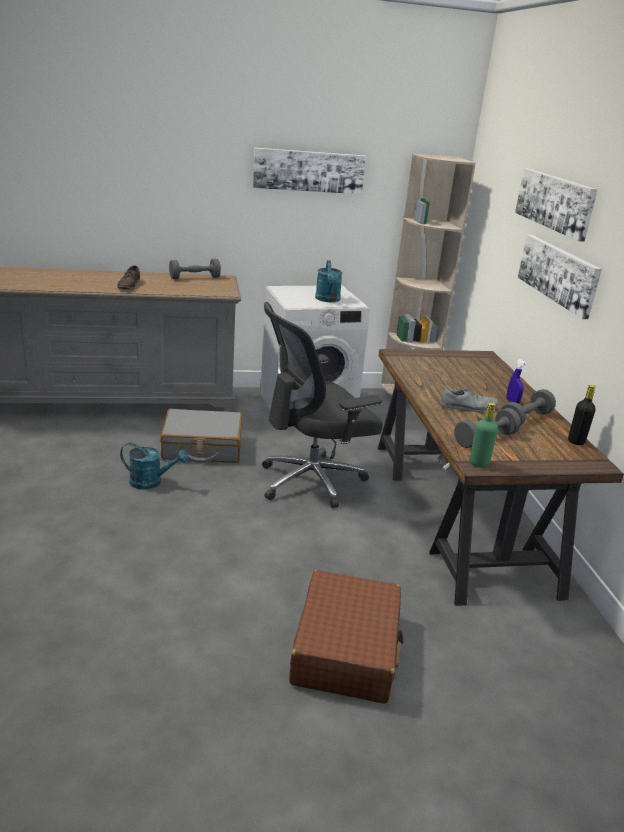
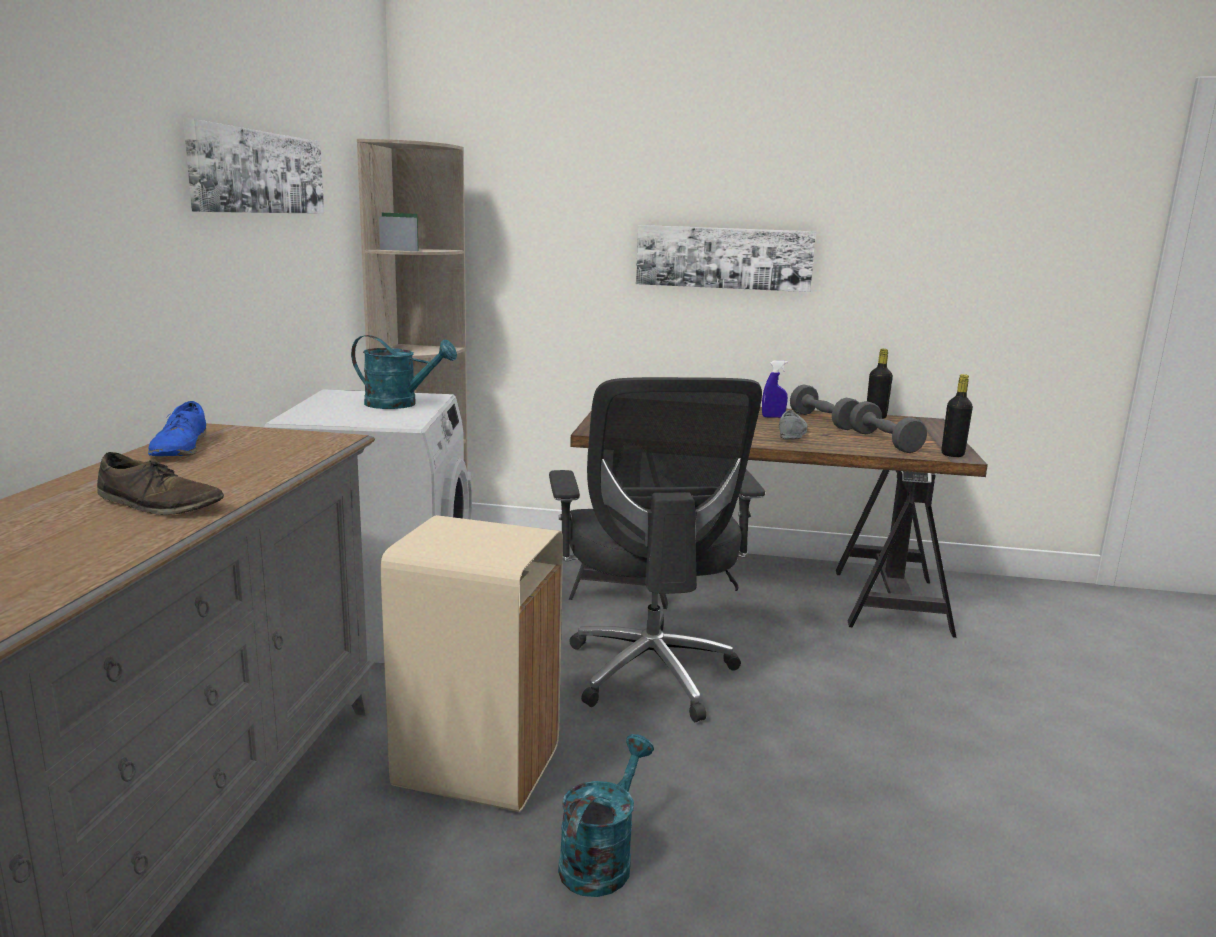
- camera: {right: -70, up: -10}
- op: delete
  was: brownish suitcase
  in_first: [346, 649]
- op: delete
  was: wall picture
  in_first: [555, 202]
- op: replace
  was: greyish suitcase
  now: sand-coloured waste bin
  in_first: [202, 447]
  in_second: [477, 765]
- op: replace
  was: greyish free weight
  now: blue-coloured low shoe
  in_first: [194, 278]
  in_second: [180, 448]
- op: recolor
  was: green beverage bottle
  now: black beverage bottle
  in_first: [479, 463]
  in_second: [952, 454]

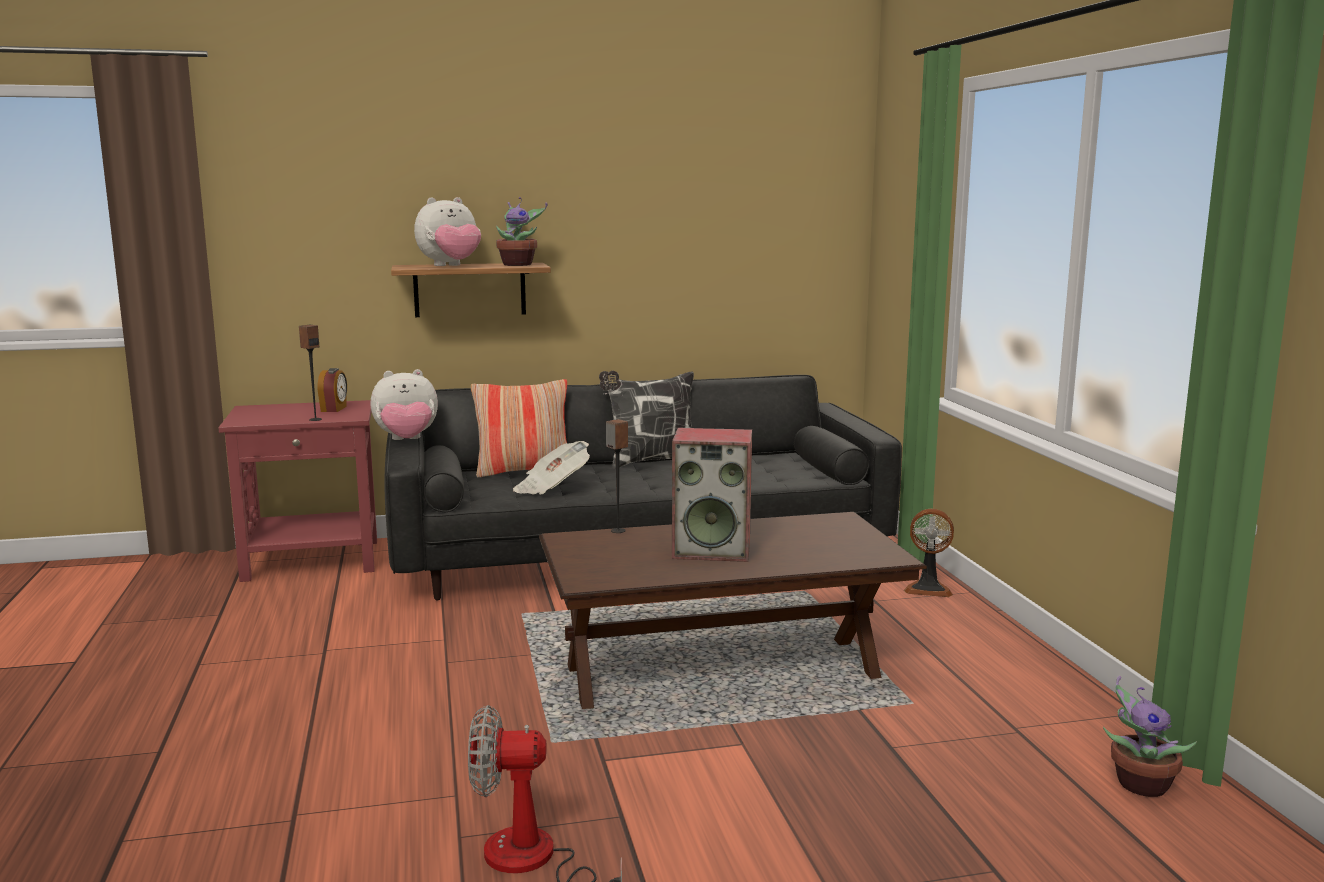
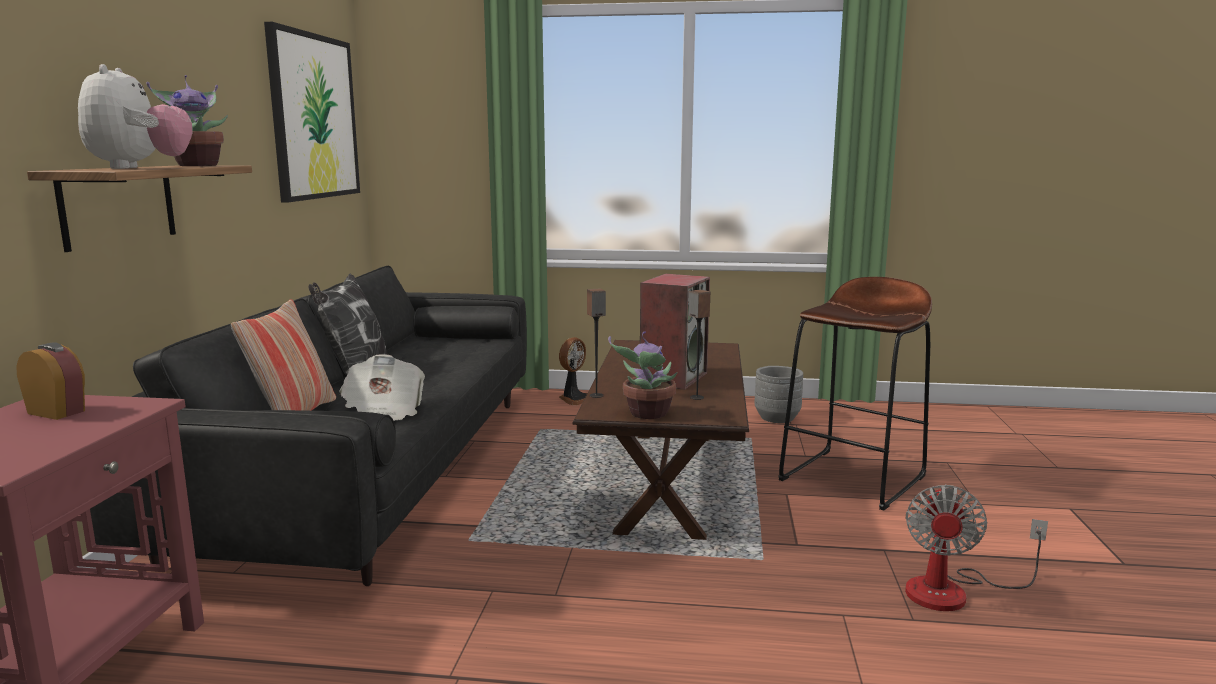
- camera: {right: -70, up: 0}
- op: delete
  was: cuddly toy
  in_first: [406, 440]
- op: insert
  now: wall picture
  in_second: [314, 117]
- op: insert
  now: greyish flower pot
  in_second: [777, 418]
- op: insert
  now: brownish stool
  in_second: [853, 478]
- op: move
  was: loudspeaker
  in_first: [315, 419]
  in_second: [696, 397]
- op: move
  was: potted plant
  in_first: [1138, 784]
  in_second: [647, 414]

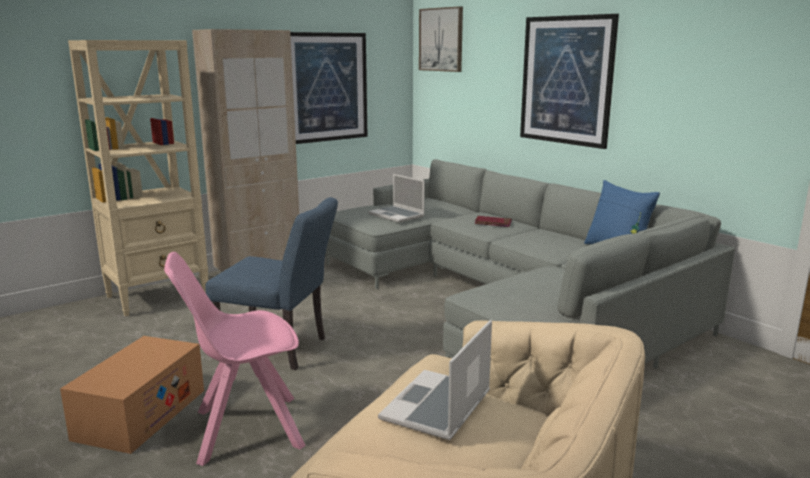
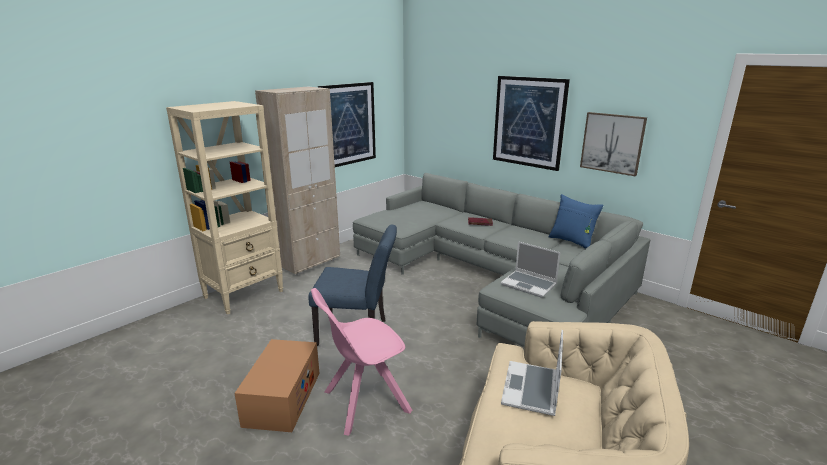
- camera: {right: -10, up: 5}
- op: move
  was: laptop
  in_first: [397, 215]
  in_second: [529, 284]
- op: move
  was: wall picture
  in_first: [441, 39]
  in_second: [612, 143]

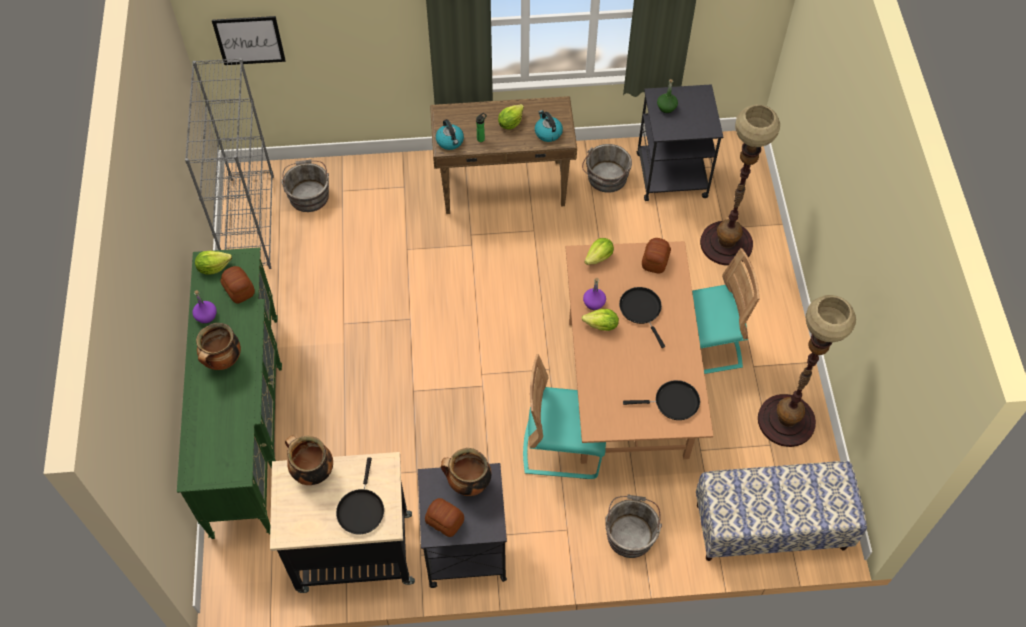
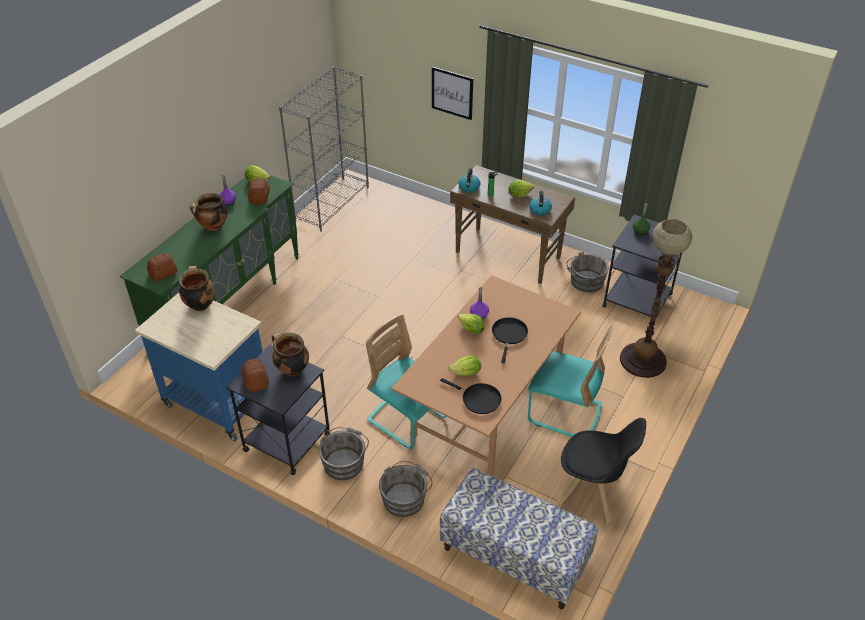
- camera: {right: 35, up: -15}
- op: delete
  was: black pan
  in_first: [361, 509]
- op: move
  was: wall picture
  in_first: [249, 40]
  in_second: [452, 93]
- op: move
  was: greyish pail
  in_first: [308, 194]
  in_second: [344, 462]
- op: move
  was: head of lettuce
  in_first: [599, 257]
  in_second: [466, 373]
- op: move
  was: baked bread
  in_first: [654, 261]
  in_second: [162, 273]
- op: replace
  was: standard lamp
  now: black upright chair
  in_first: [786, 420]
  in_second: [591, 495]
- op: recolor
  was: black trolley
  now: blue-coloured trolley
  in_first: [353, 553]
  in_second: [217, 404]

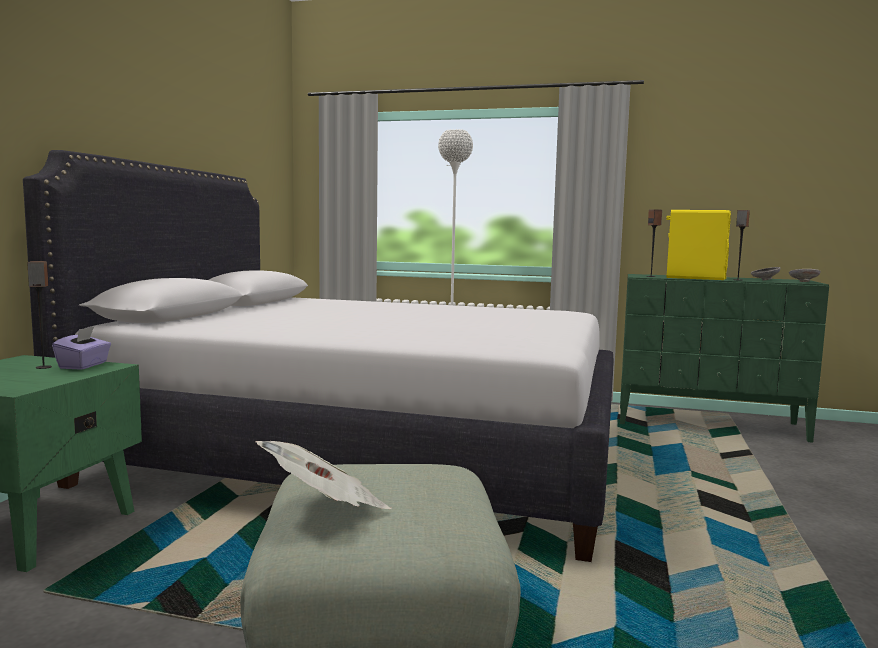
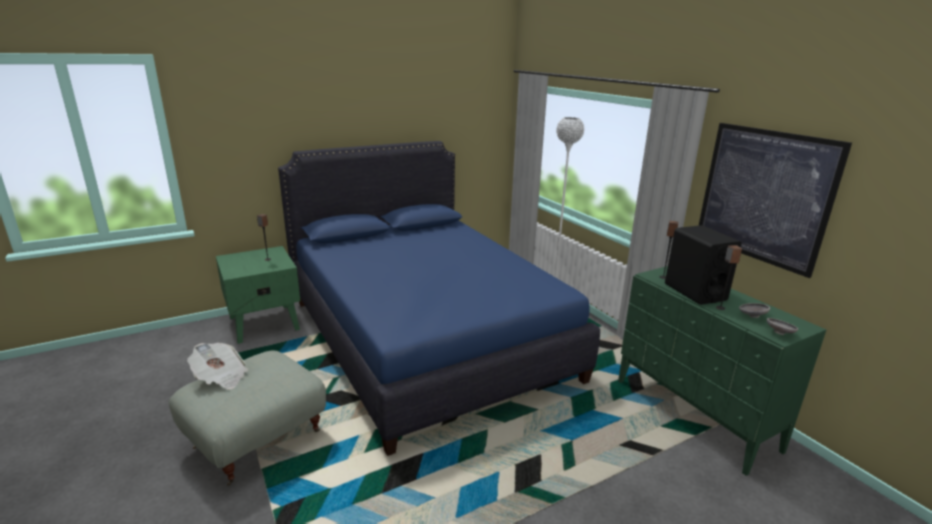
- camera: {right: 45, up: 15}
- op: delete
  was: purple-coloured tissue holder
  in_first: [84, 365]
- op: insert
  now: wall picture
  in_second: [764, 196]
- op: recolor
  was: whitish bedroom bed
  now: blue-coloured bedroom bed
  in_first: [366, 456]
  in_second: [425, 338]
- op: recolor
  was: yellow loudspeaker
  now: black loudspeaker
  in_first: [695, 278]
  in_second: [694, 292]

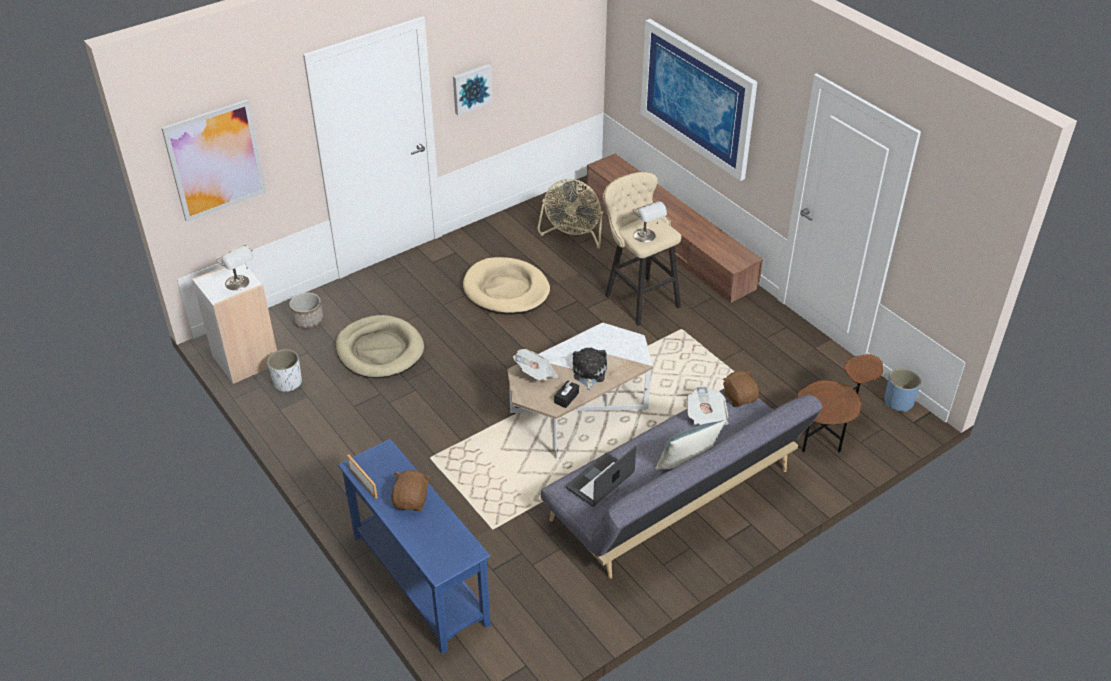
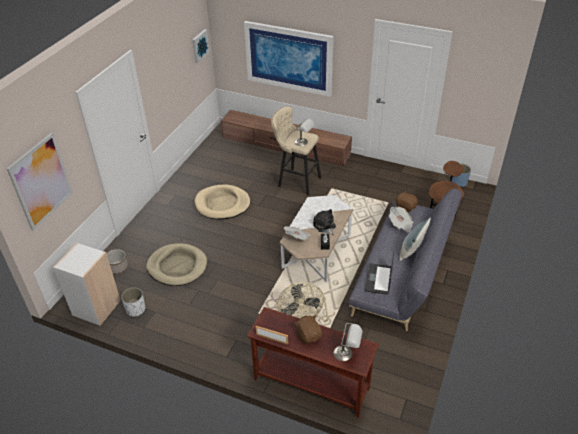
- camera: {right: -30, up: 0}
- op: move
  was: whitish tabletop lamp
  in_first: [240, 284]
  in_second: [347, 353]
- op: move
  was: wall picture
  in_first: [471, 88]
  in_second: [199, 45]
- op: move
  was: sand-coloured cooling fan
  in_first: [571, 234]
  in_second: [297, 318]
- op: recolor
  was: blue-coloured console table
  now: brownish console table
  in_first: [419, 580]
  in_second: [311, 384]

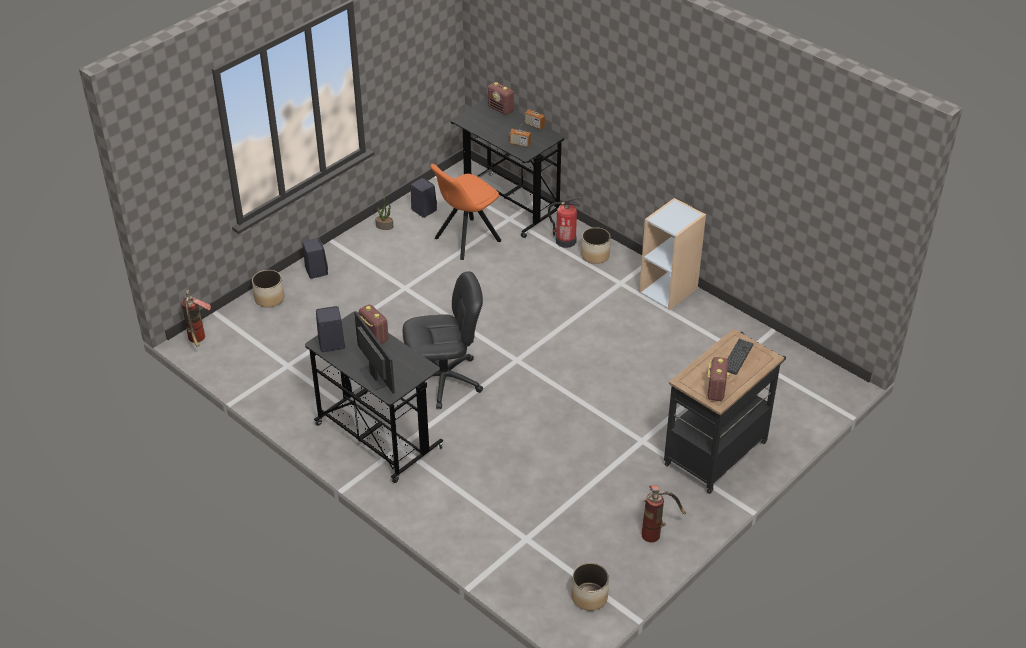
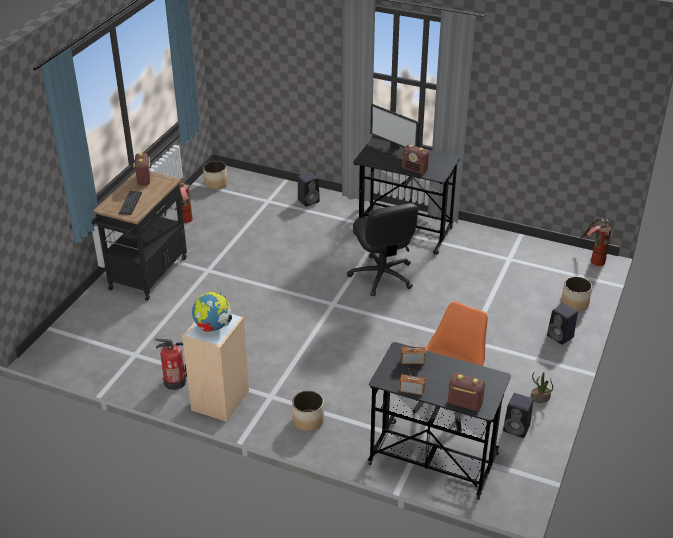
- camera: {right: 160, up: -5}
- op: insert
  now: world globe
  in_second: [213, 327]
- op: move
  was: black loudspeaker
  in_first: [330, 344]
  in_second: [309, 200]
- op: move
  was: fire-fighting cylinder
  in_first: [565, 241]
  in_second: [175, 382]
- op: rotate
  was: black desk chair
  in_first: [444, 380]
  in_second: [382, 276]
  clockwise: -75

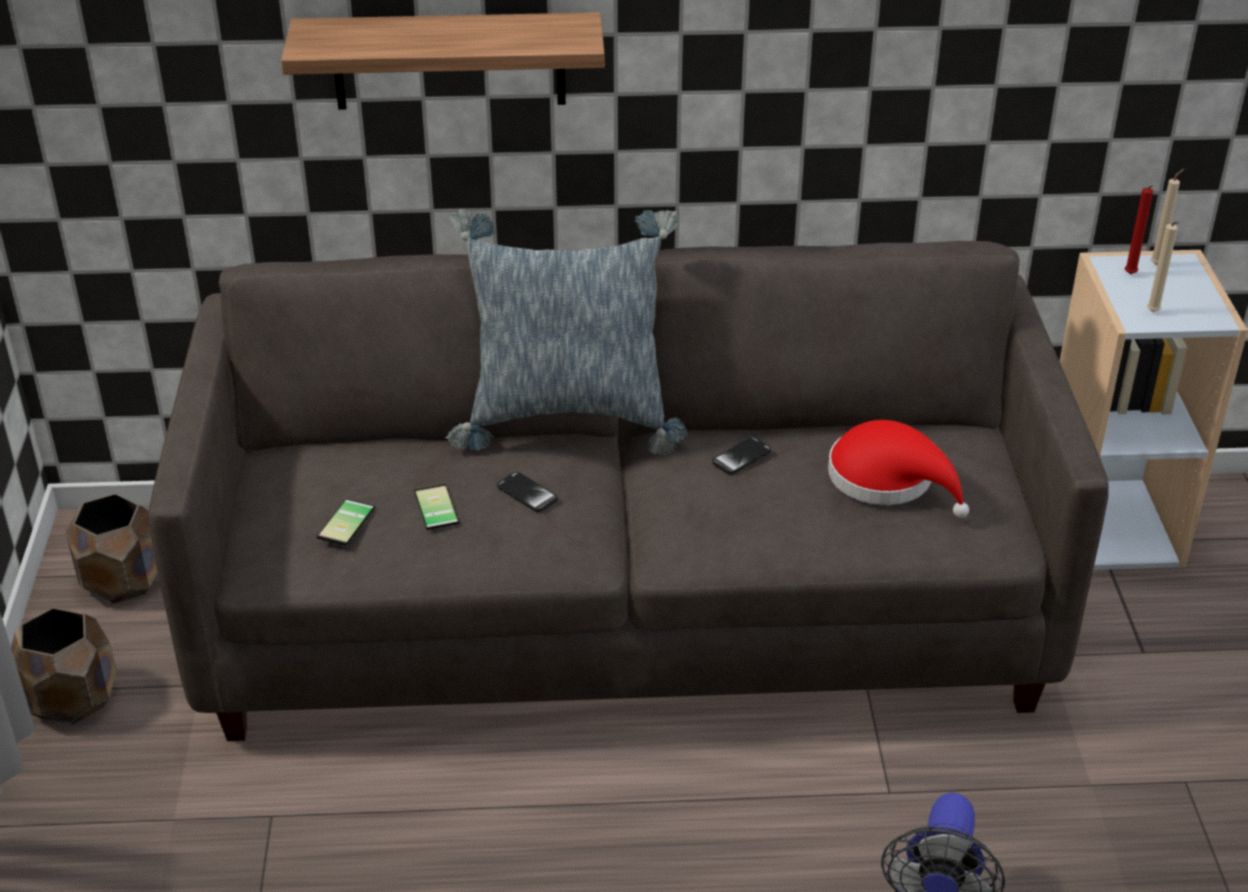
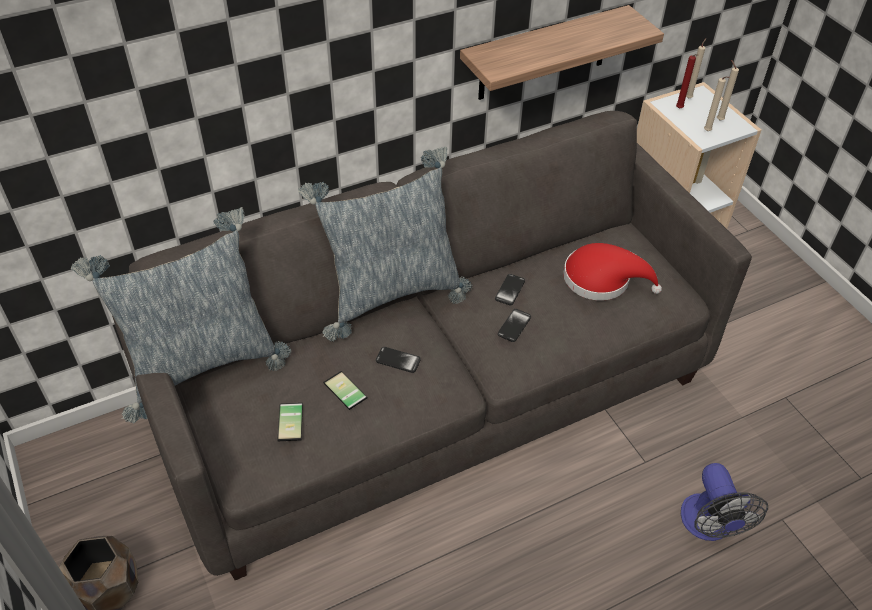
- camera: {right: -25, up: 10}
- op: delete
  was: brownish flower pot
  in_first: [123, 581]
- op: insert
  now: throw pillow
  in_second: [202, 372]
- op: insert
  now: handset
  in_second: [514, 326]
- op: insert
  now: sand-coloured candle
  in_second: [718, 119]
- op: move
  was: wall shelf
  in_first: [449, 61]
  in_second: [544, 54]

